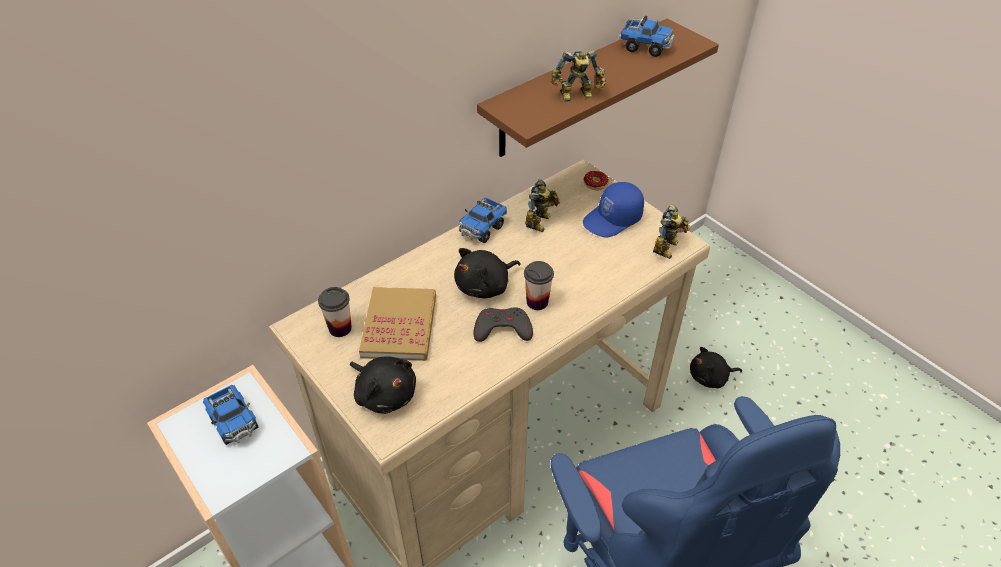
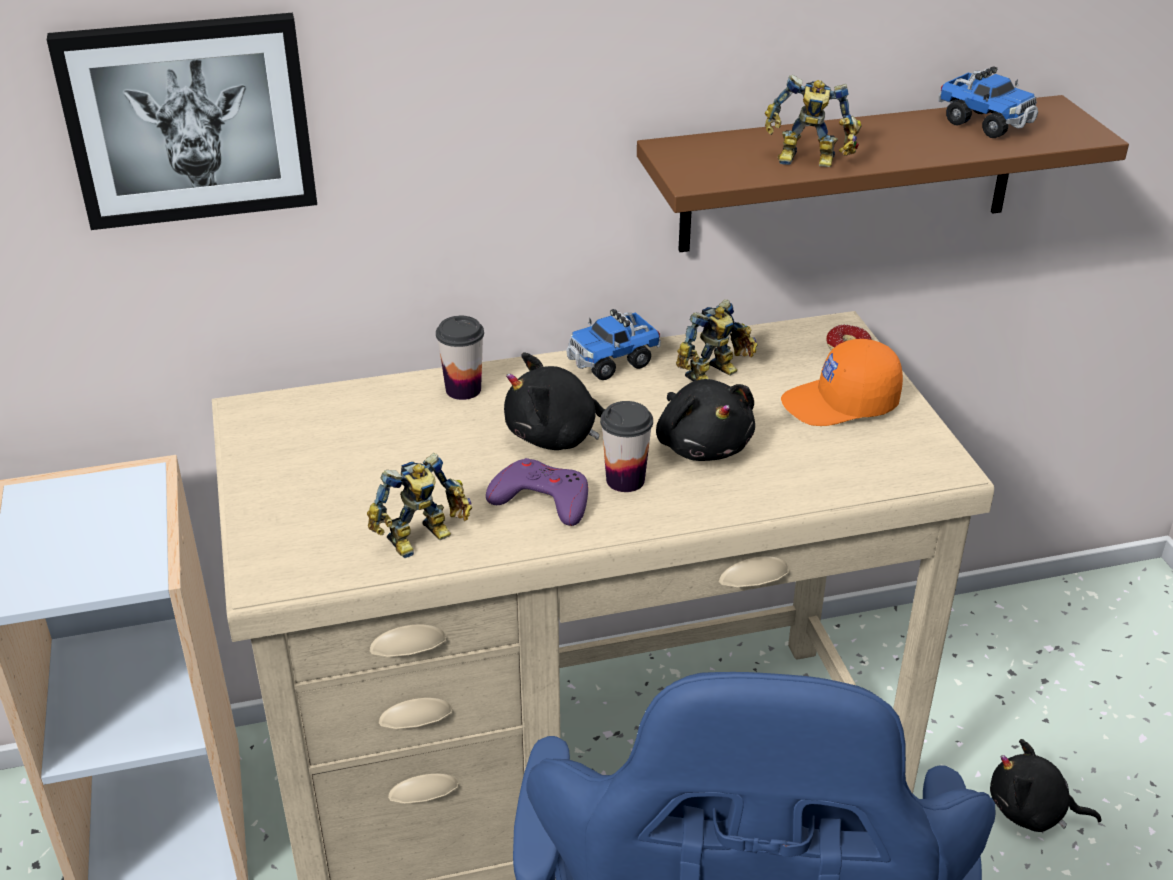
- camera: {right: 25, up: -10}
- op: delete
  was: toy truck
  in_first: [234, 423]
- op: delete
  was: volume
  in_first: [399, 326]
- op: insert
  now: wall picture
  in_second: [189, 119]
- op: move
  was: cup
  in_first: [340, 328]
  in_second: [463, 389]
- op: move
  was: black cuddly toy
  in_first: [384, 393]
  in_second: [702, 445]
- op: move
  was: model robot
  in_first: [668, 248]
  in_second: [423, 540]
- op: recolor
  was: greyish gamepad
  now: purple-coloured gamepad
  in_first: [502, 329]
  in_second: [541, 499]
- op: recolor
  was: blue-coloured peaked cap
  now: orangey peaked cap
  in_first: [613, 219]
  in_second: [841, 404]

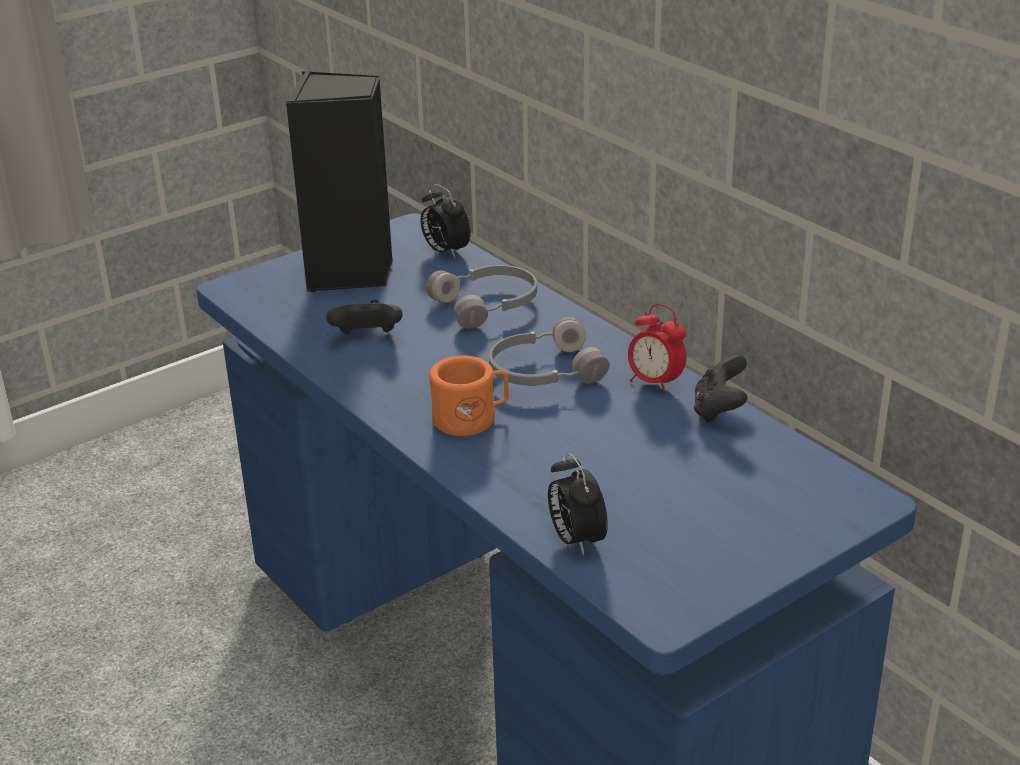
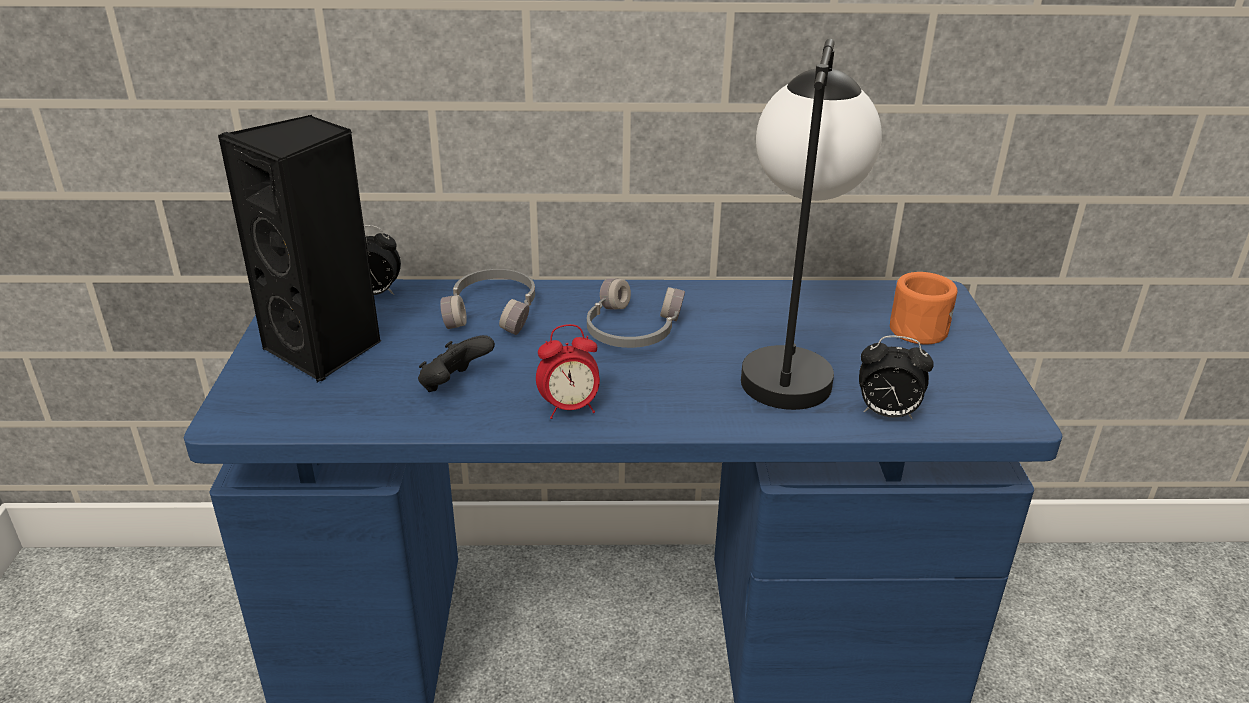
- camera: {right: -55, up: 0}
- op: delete
  was: black gamepad
  in_first: [719, 410]
- op: insert
  now: tabletop lamp
  in_second: [789, 363]
- op: move
  was: orangey coffee mug
  in_first: [471, 418]
  in_second: [918, 327]
- op: move
  was: alarm clock
  in_first: [655, 383]
  in_second: [569, 408]

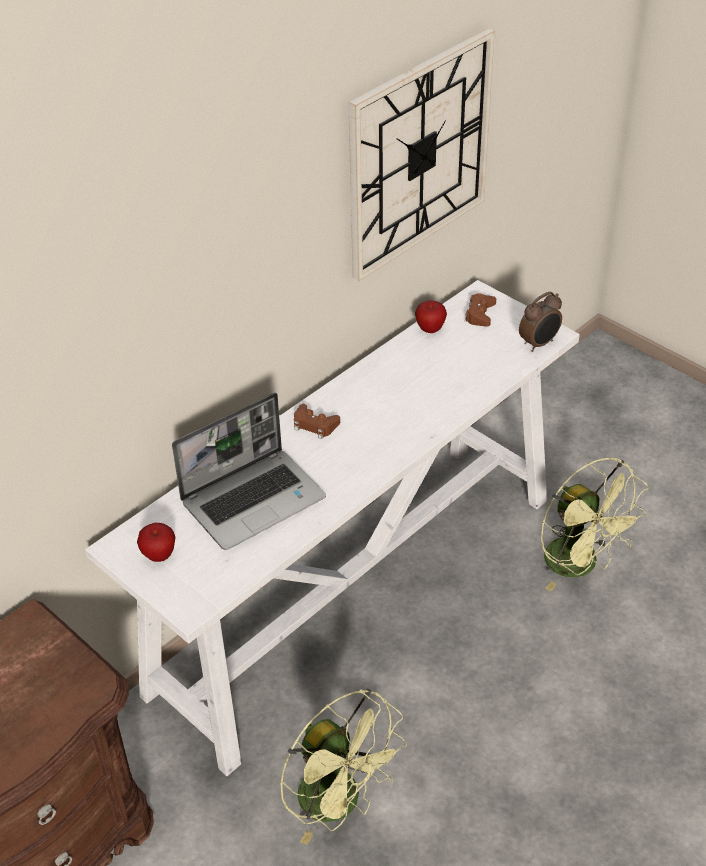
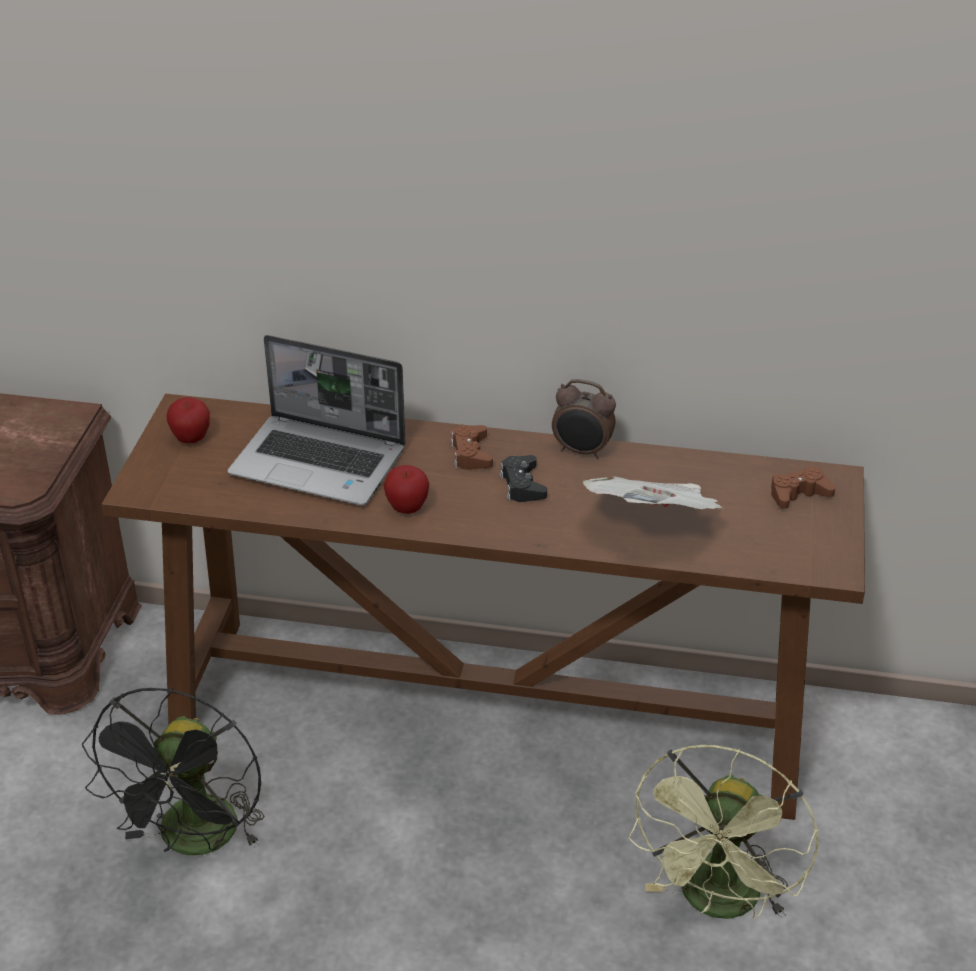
- camera: {right: 55, up: -5}
- op: delete
  was: wall clock
  in_first: [419, 154]
- op: insert
  now: black gamepad
  in_second: [522, 485]
- op: insert
  now: printed paper
  in_second: [654, 521]
- op: move
  was: apple
  in_first: [430, 329]
  in_second: [407, 508]
- op: move
  was: alarm clock
  in_first: [539, 343]
  in_second: [582, 451]
- op: recolor
  was: whitish console table
  now: brownish console table
  in_first: [358, 590]
  in_second: [492, 715]
- op: recolor
  was: green cooling fan
  now: black cooling fan
  in_first: [340, 803]
  in_second: [195, 842]

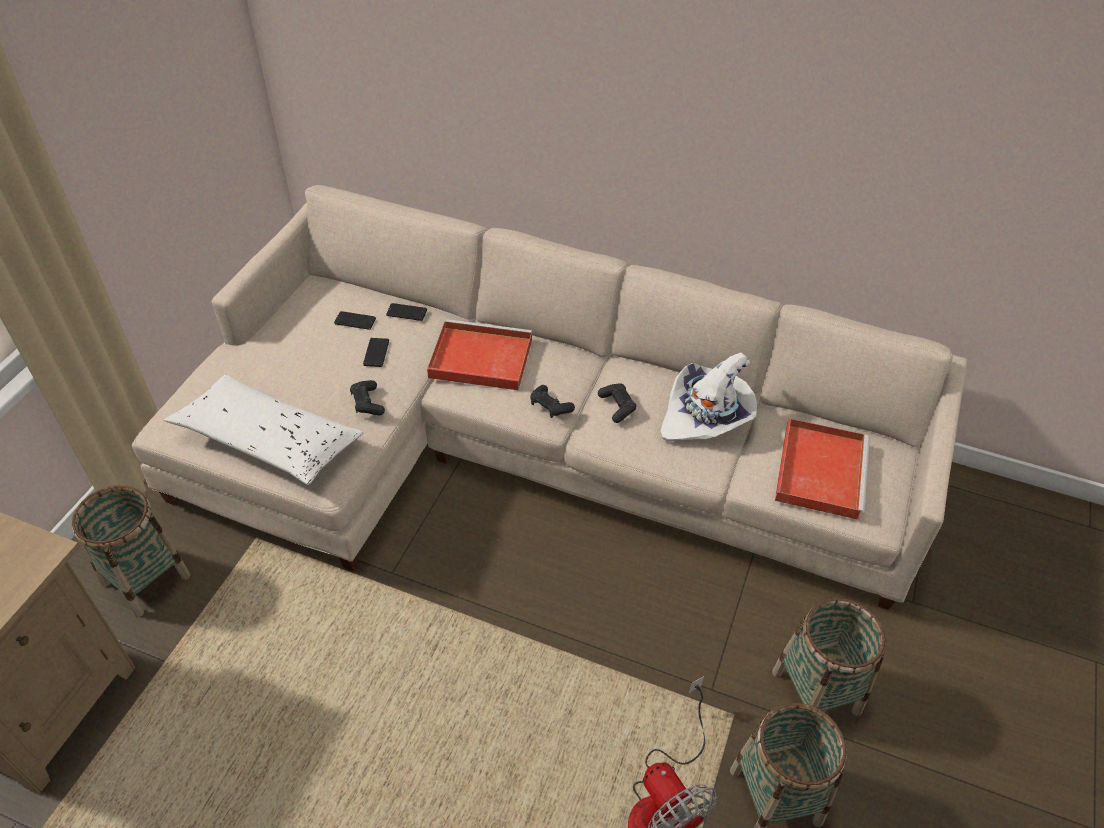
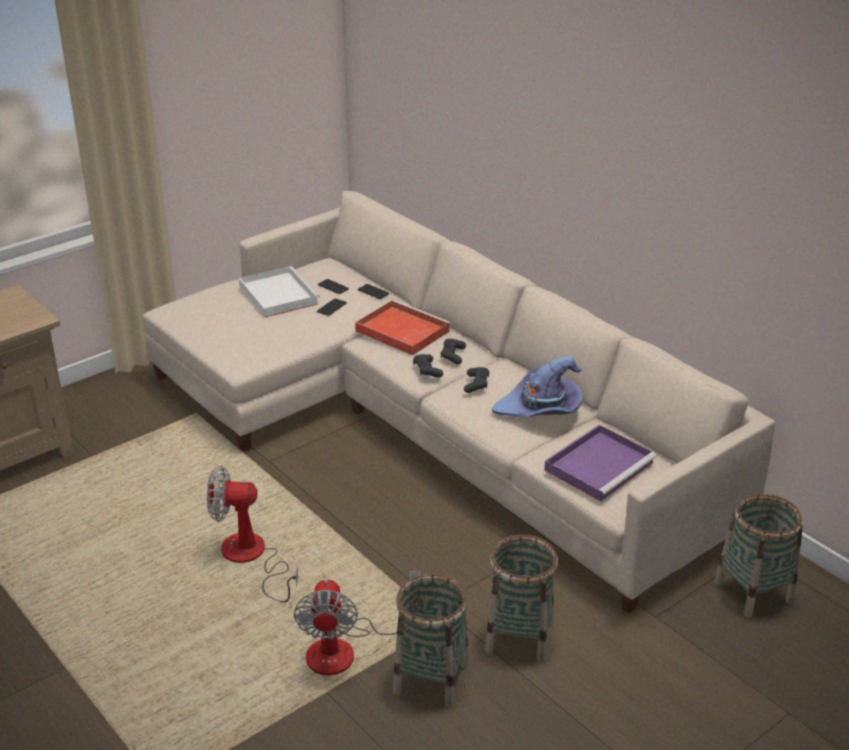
- camera: {right: 30, up: -15}
- op: delete
  was: whitish throw pillow
  in_first: [269, 440]
- op: insert
  now: cooling fan
  in_second: [251, 558]
- op: insert
  now: whitish tray
  in_second: [277, 294]
- op: move
  was: household basket
  in_first: [146, 579]
  in_second: [753, 591]
- op: move
  was: black gamepad
  in_first: [367, 403]
  in_second: [453, 355]
- op: recolor
  was: whitish clothing hat
  now: purple-coloured clothing hat
  in_first: [707, 415]
  in_second: [541, 409]
- op: recolor
  was: red tray
  now: purple-coloured tray
  in_first: [820, 469]
  in_second: [600, 465]

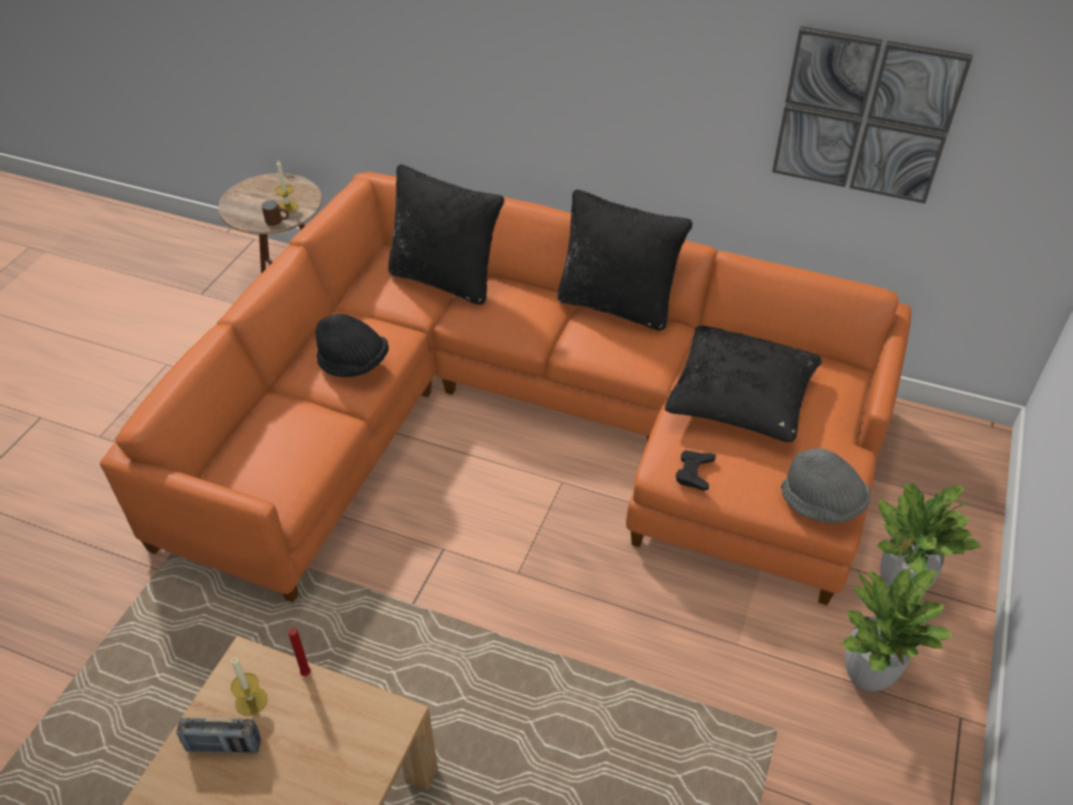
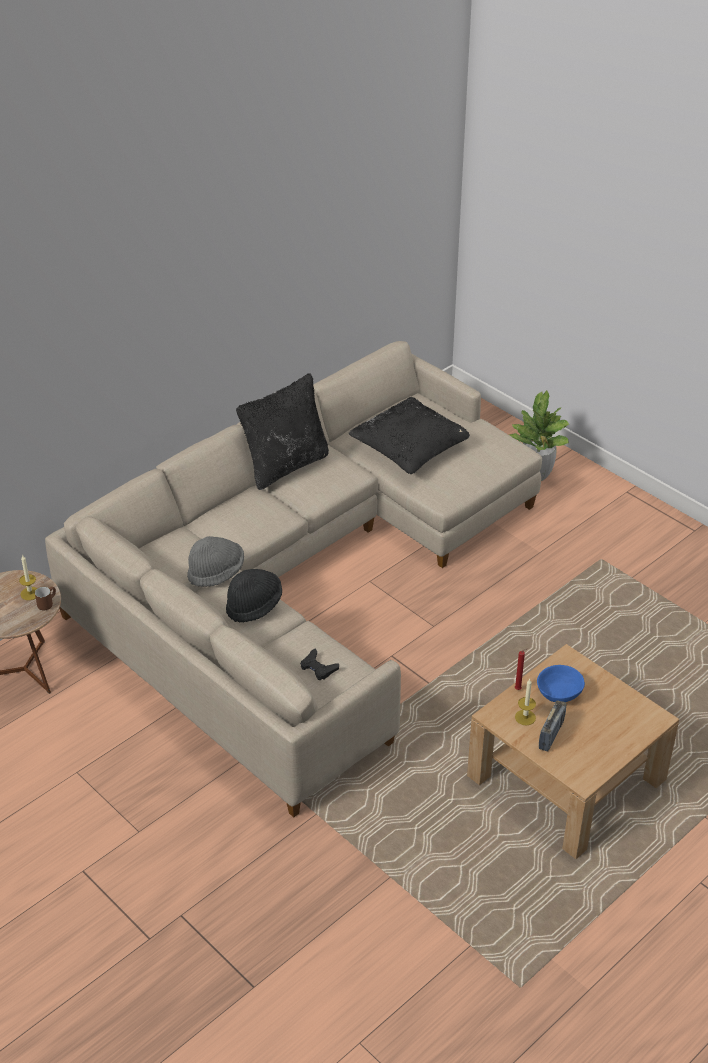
- camera: {right: -65, up: -5}
- op: delete
  was: black throw pillow
  in_first: [445, 282]
- op: delete
  was: wall picture
  in_first: [865, 116]
- op: delete
  was: potted plant
  in_first: [867, 674]
- op: insert
  now: blue-coloured serving bowl
  in_second: [559, 694]
- op: move
  was: black gamepad
  in_first: [694, 472]
  in_second: [318, 668]
- op: move
  was: greyish clothing hat
  in_first: [822, 504]
  in_second: [216, 572]
- op: recolor
  was: orangey sofa
  now: sand-coloured sofa
  in_first: [526, 422]
  in_second: [301, 580]

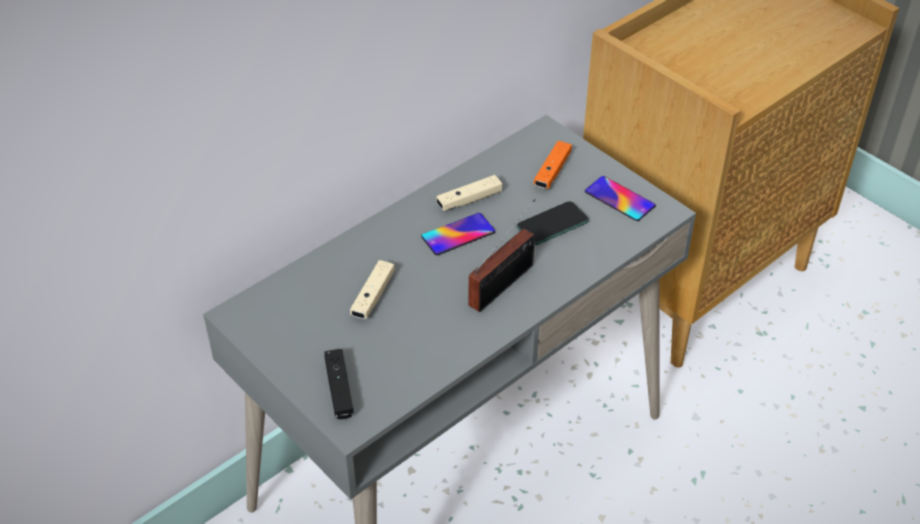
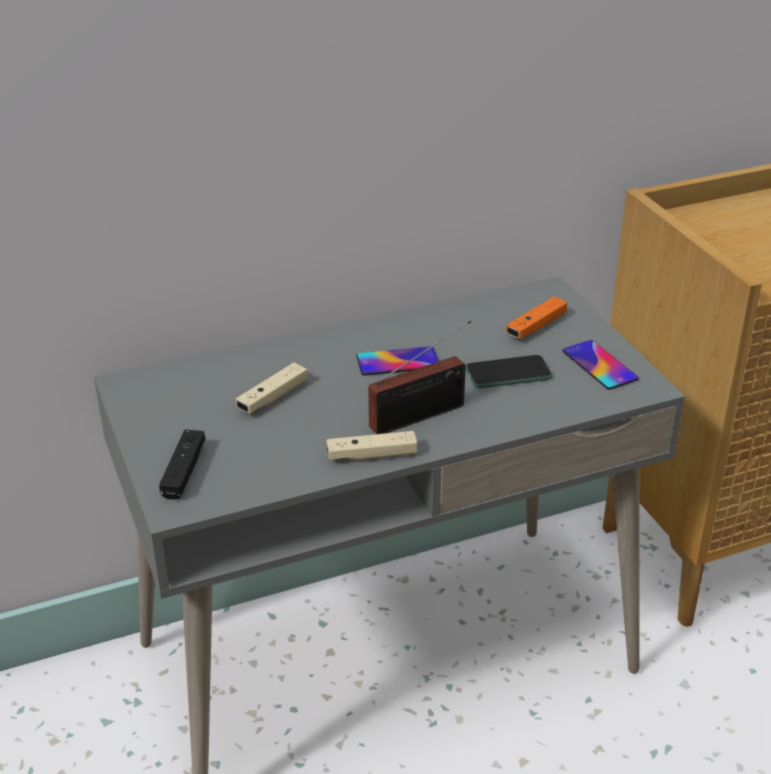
- camera: {right: 20, up: -10}
- op: move
  was: sand-coloured gamepad
  in_first: [469, 200]
  in_second: [372, 455]

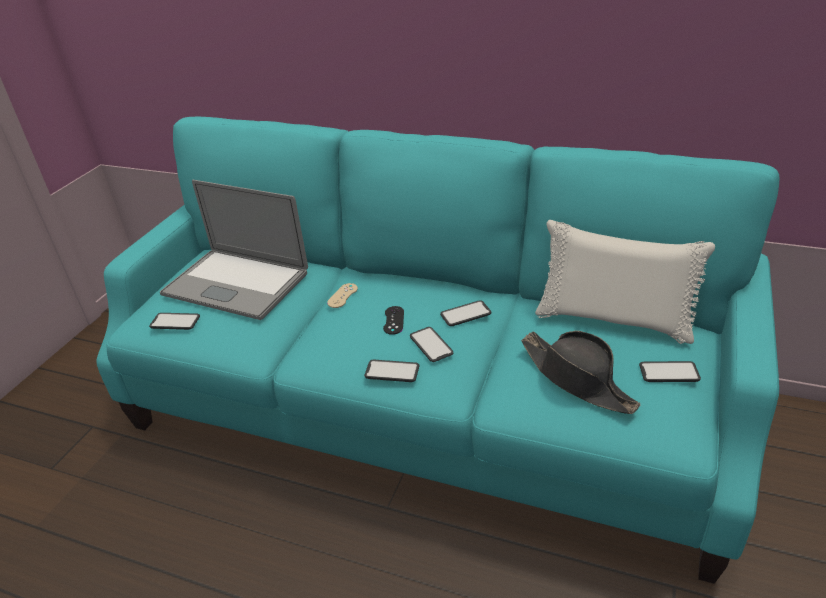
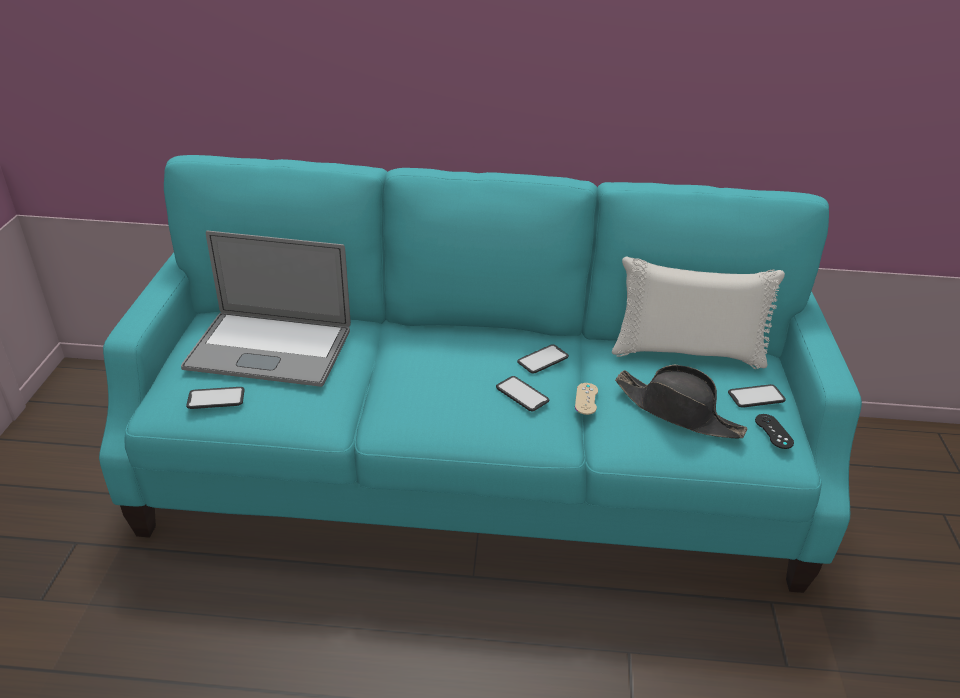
- camera: {right: -20, up: 0}
- op: delete
  was: handset
  in_first: [392, 371]
- op: move
  was: sand-coloured gamepad
  in_first: [342, 296]
  in_second: [586, 399]
- op: move
  was: black gamepad
  in_first: [393, 320]
  in_second: [774, 431]

